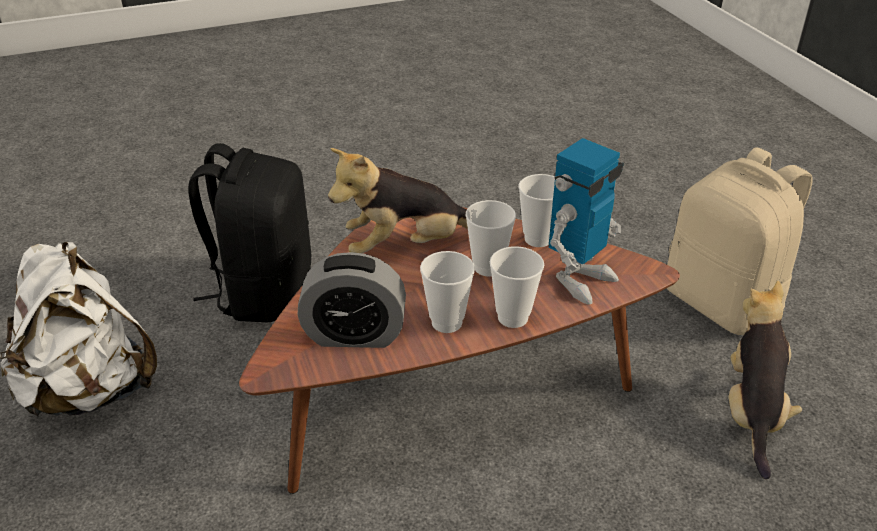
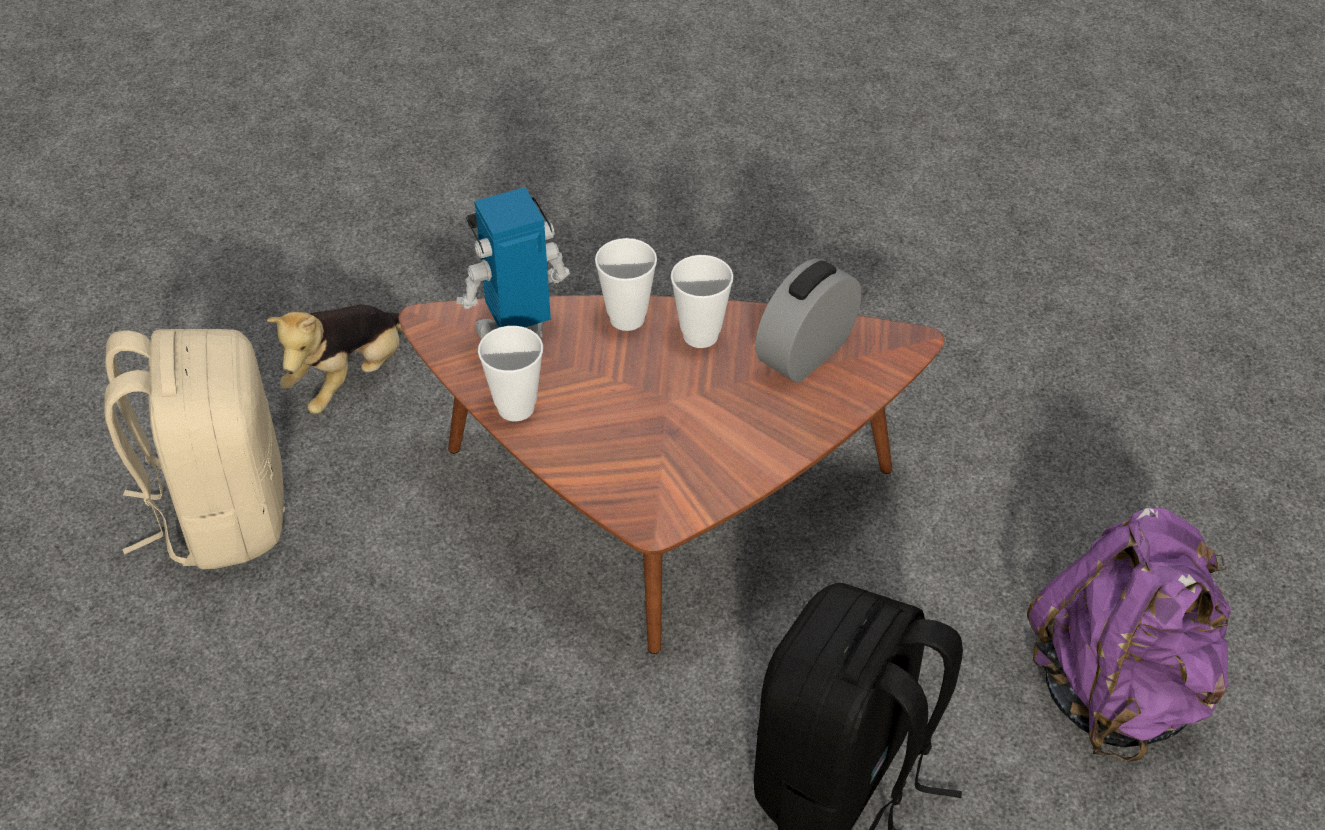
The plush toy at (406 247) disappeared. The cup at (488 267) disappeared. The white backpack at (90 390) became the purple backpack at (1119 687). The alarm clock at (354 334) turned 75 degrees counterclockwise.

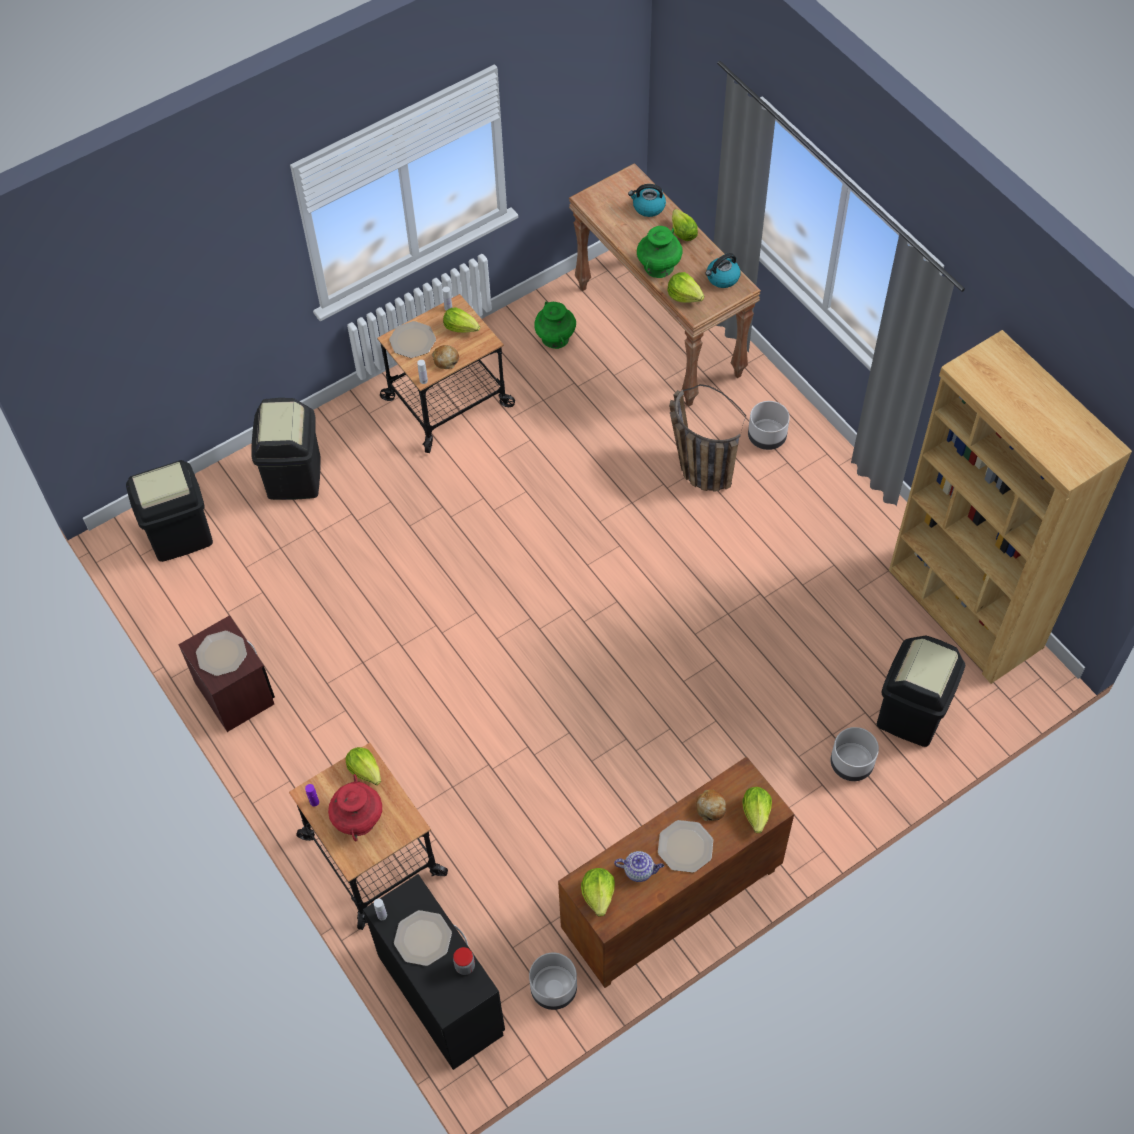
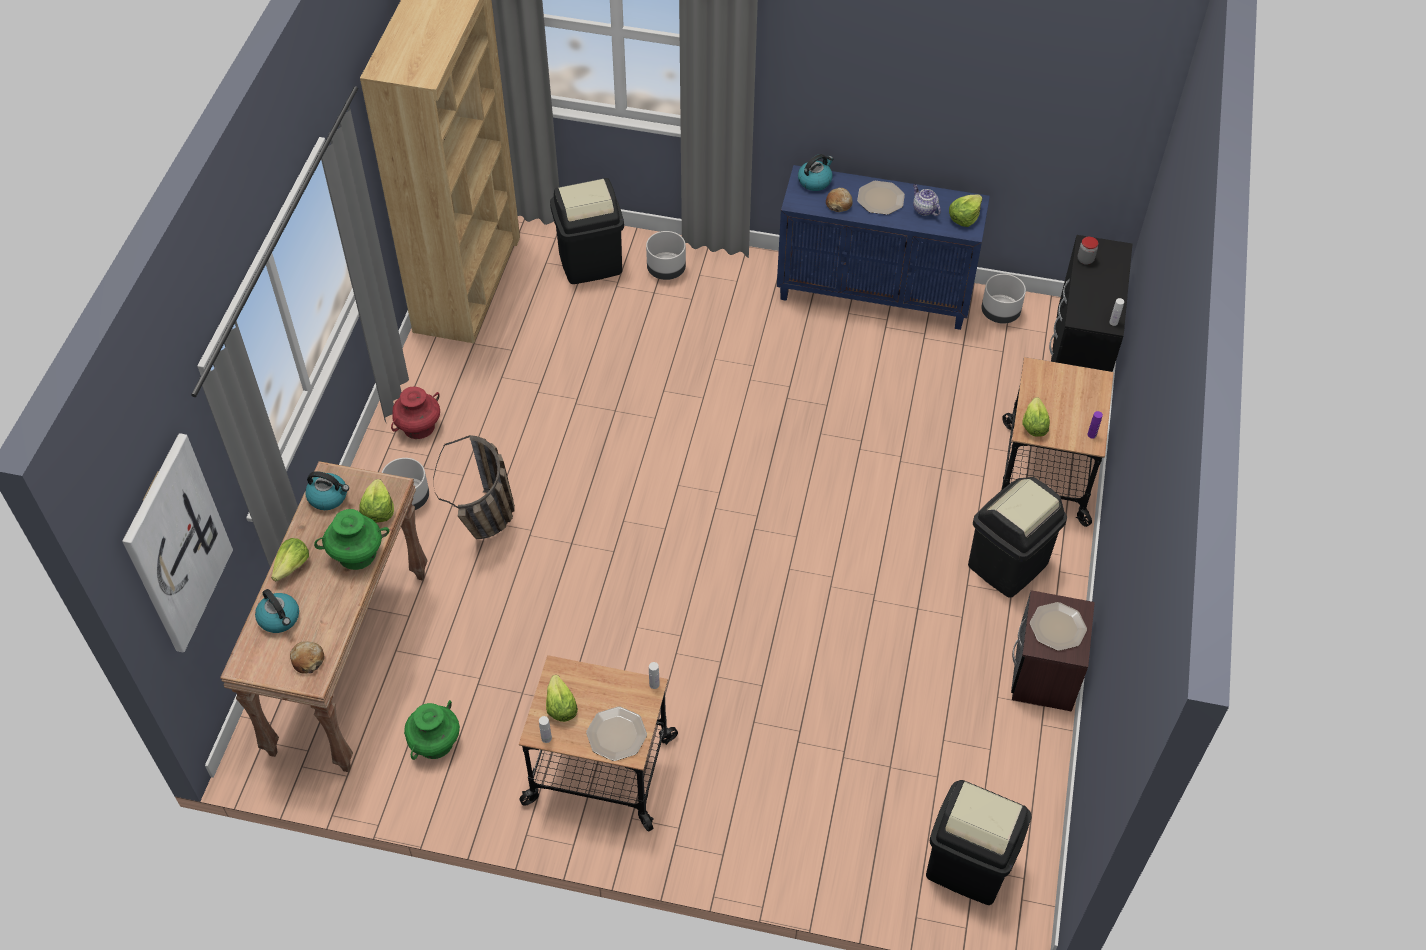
The bread moved from (445 360) to (308 660). The black trash can moved from (293 476) to (1008 565). The brown cabinet at (671 905) became the blue cabinet at (875 294). The red vase moved from (358 819) to (419 427). The lettuce at (756 813) was replaced by the kettle at (815 181). The plate at (422 938) disappeared. The picture at (176 544) appeared.

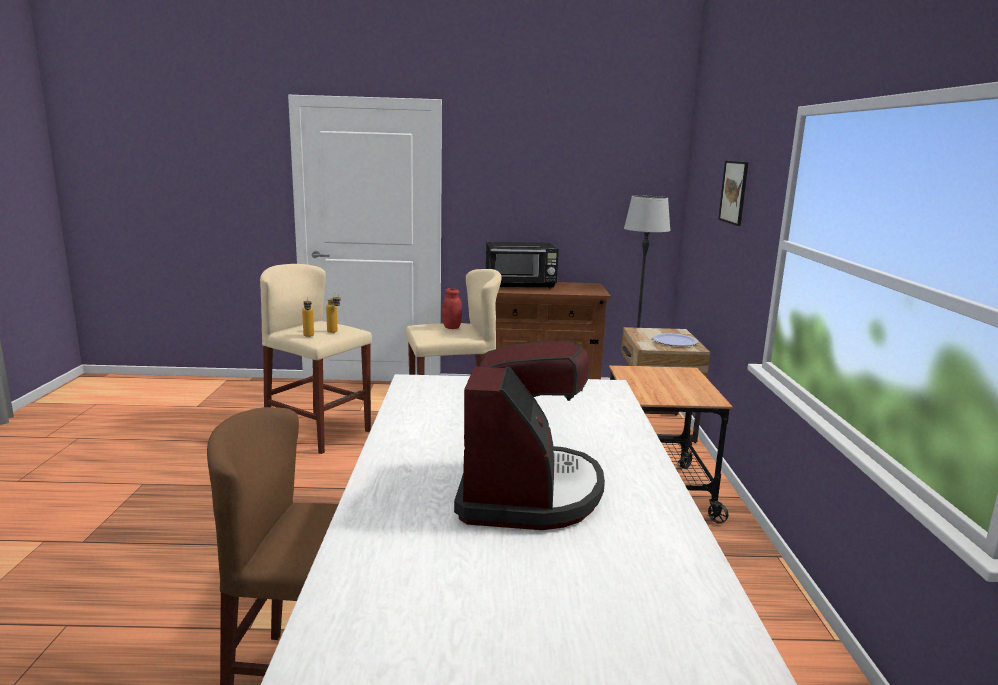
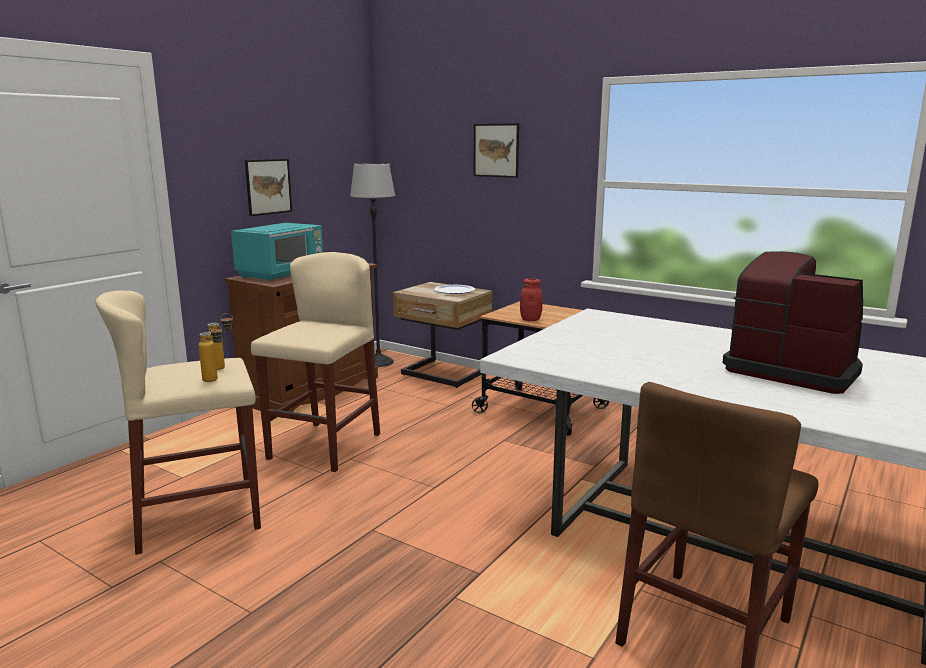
The black microwave at (521 285) became the turquoise microwave at (282 273). The red jar moved from (451 327) to (530 319). The picture at (268 186) appeared.

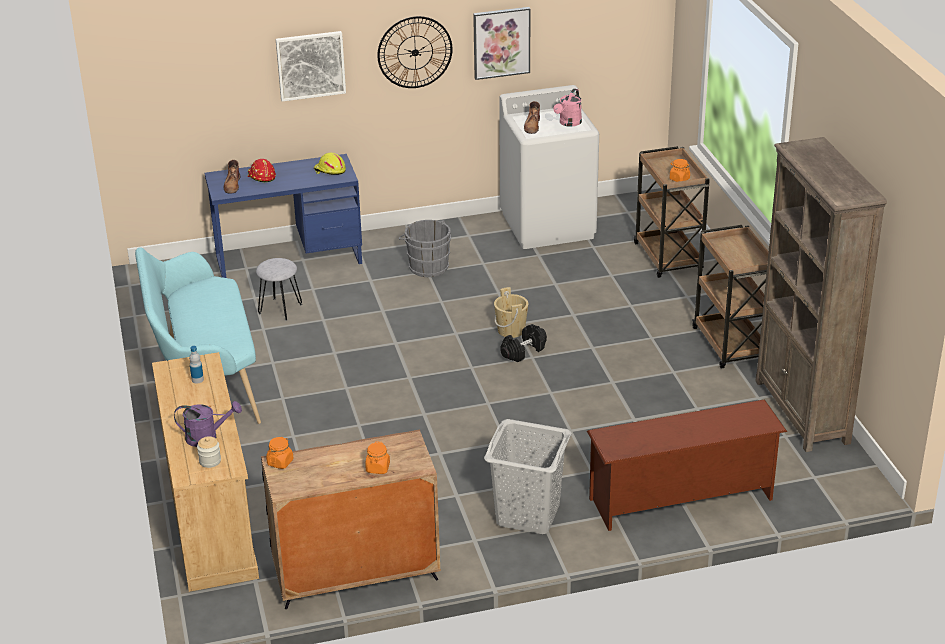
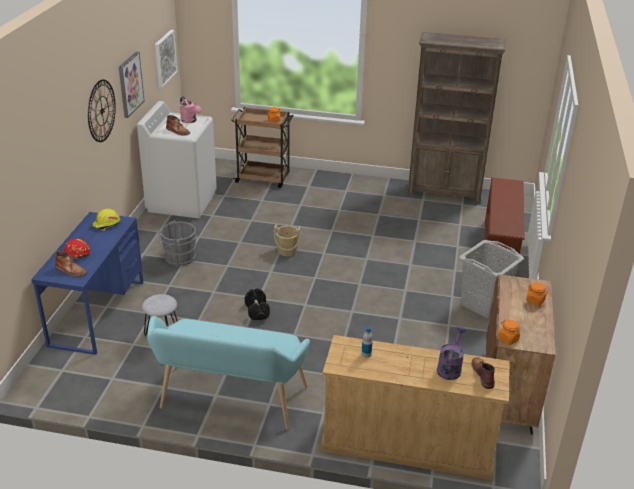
The picture moved from (310 65) to (164 58). The brown cart at (731 345) disappeared. The black dumbbell moved from (523 351) to (257 310). The jar at (210 461) was replaced by the brown boot at (483 374).

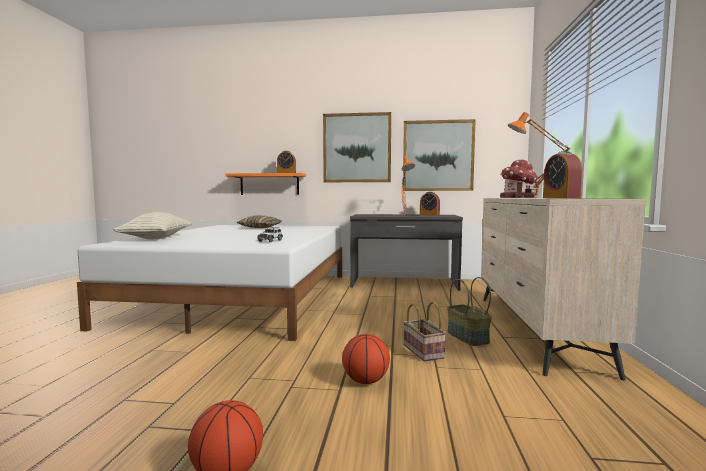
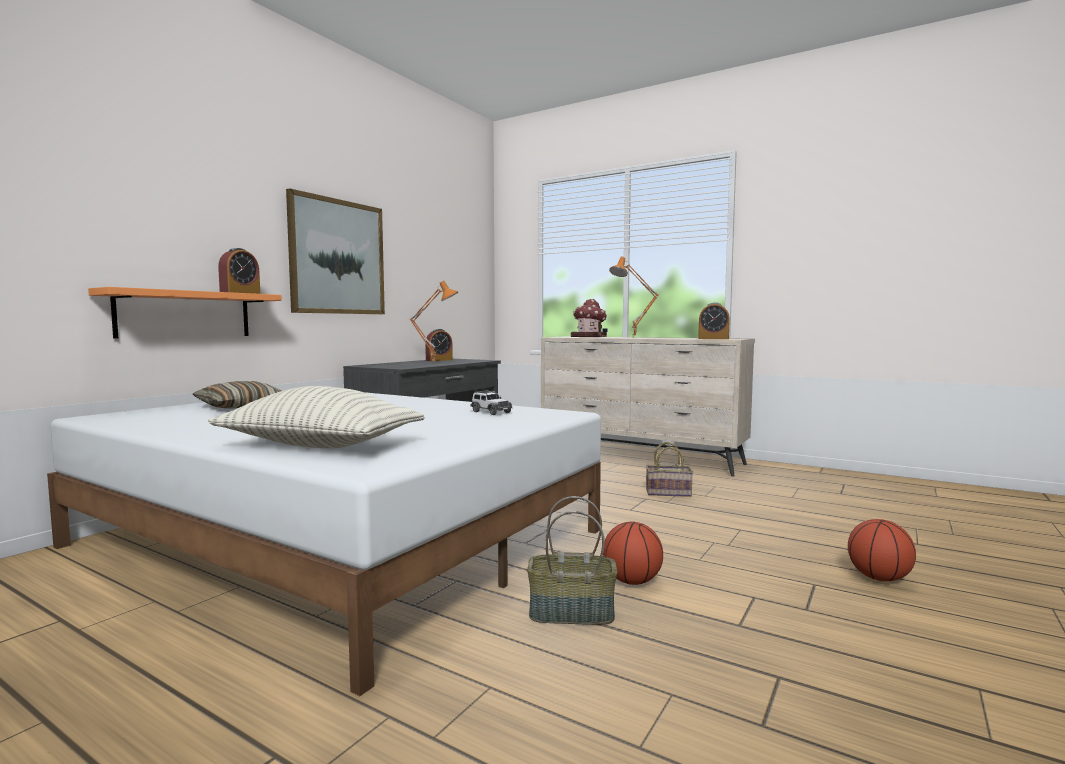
The picture at (438 156) disappeared. The basket moved from (466 337) to (570 613). The basketball moved from (365 381) to (631 581).

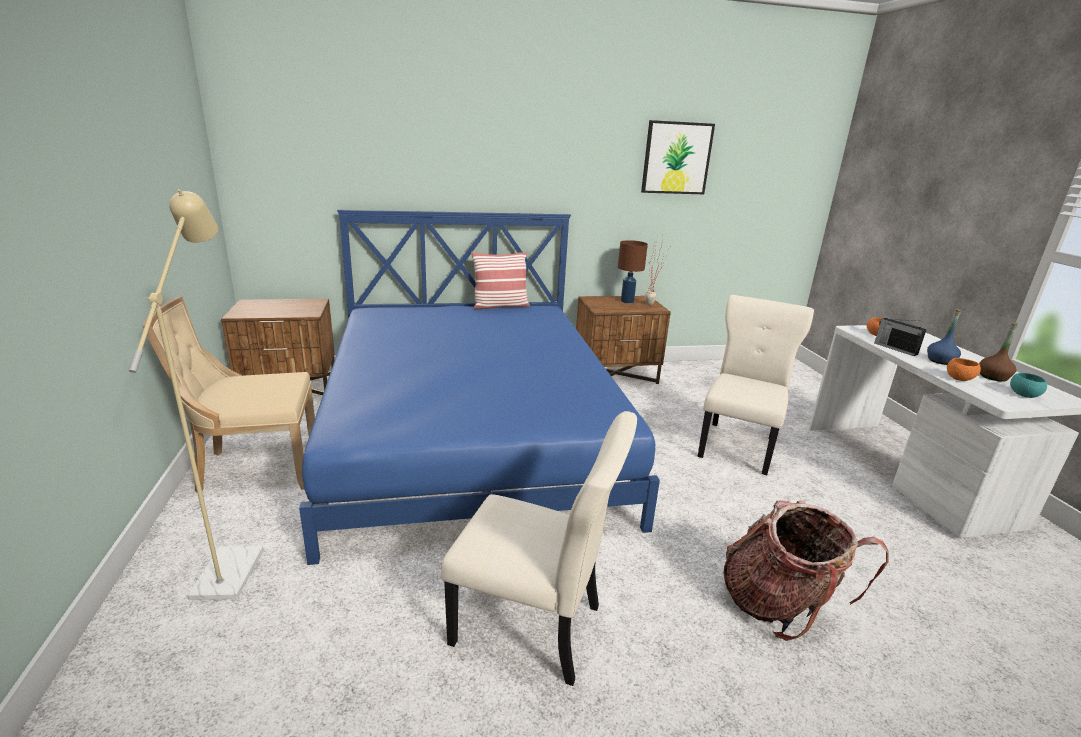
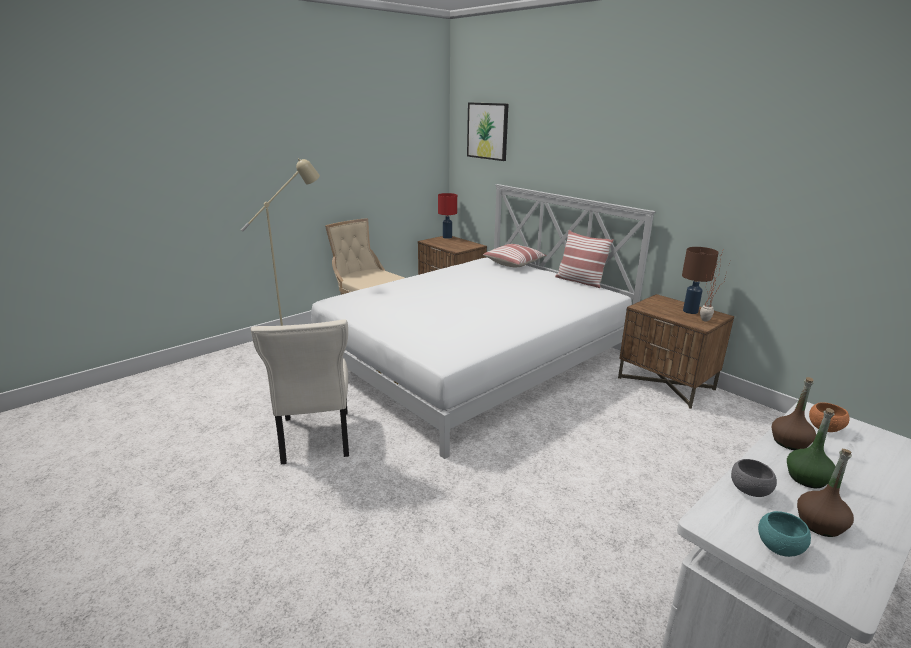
The picture moved from (676 158) to (487 131). The blue bed at (469 435) became the white bed at (475 360). The beige chair at (738 445) disappeared. The blue bottle at (940 361) became the green bottle at (807 478). The radio at (894 348) was replaced by the brown bottle at (790 442). The orange bowl at (959 379) became the grey bowl at (749 491). The backpack at (780 606) disappeared. The red table lamp at (447 237) appeared. The pillow at (514 263) appeared.

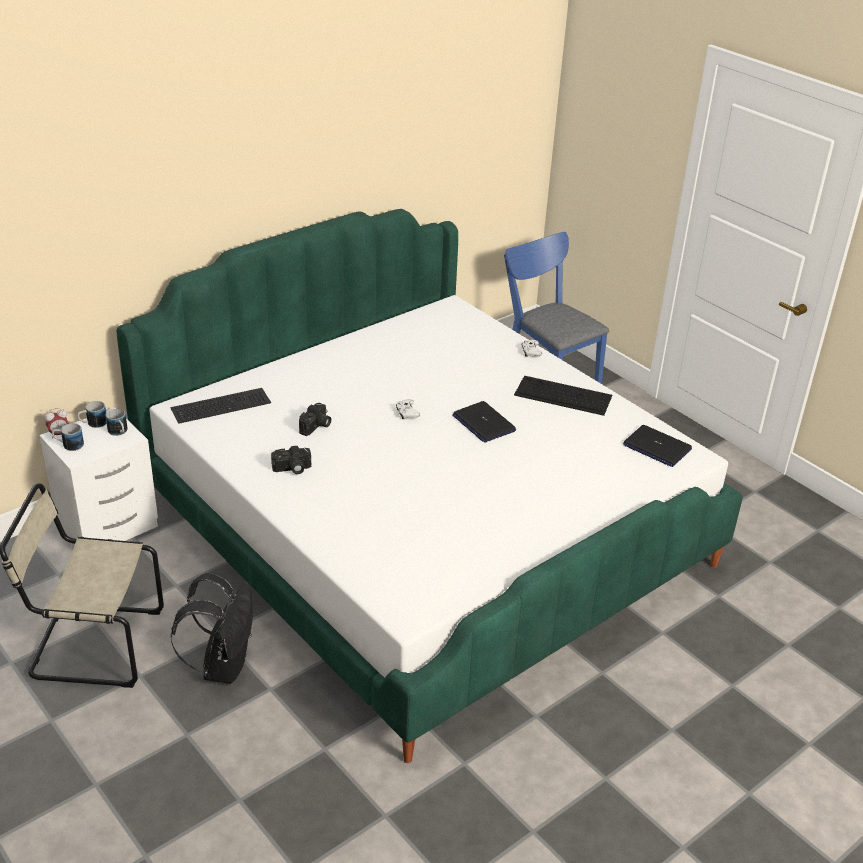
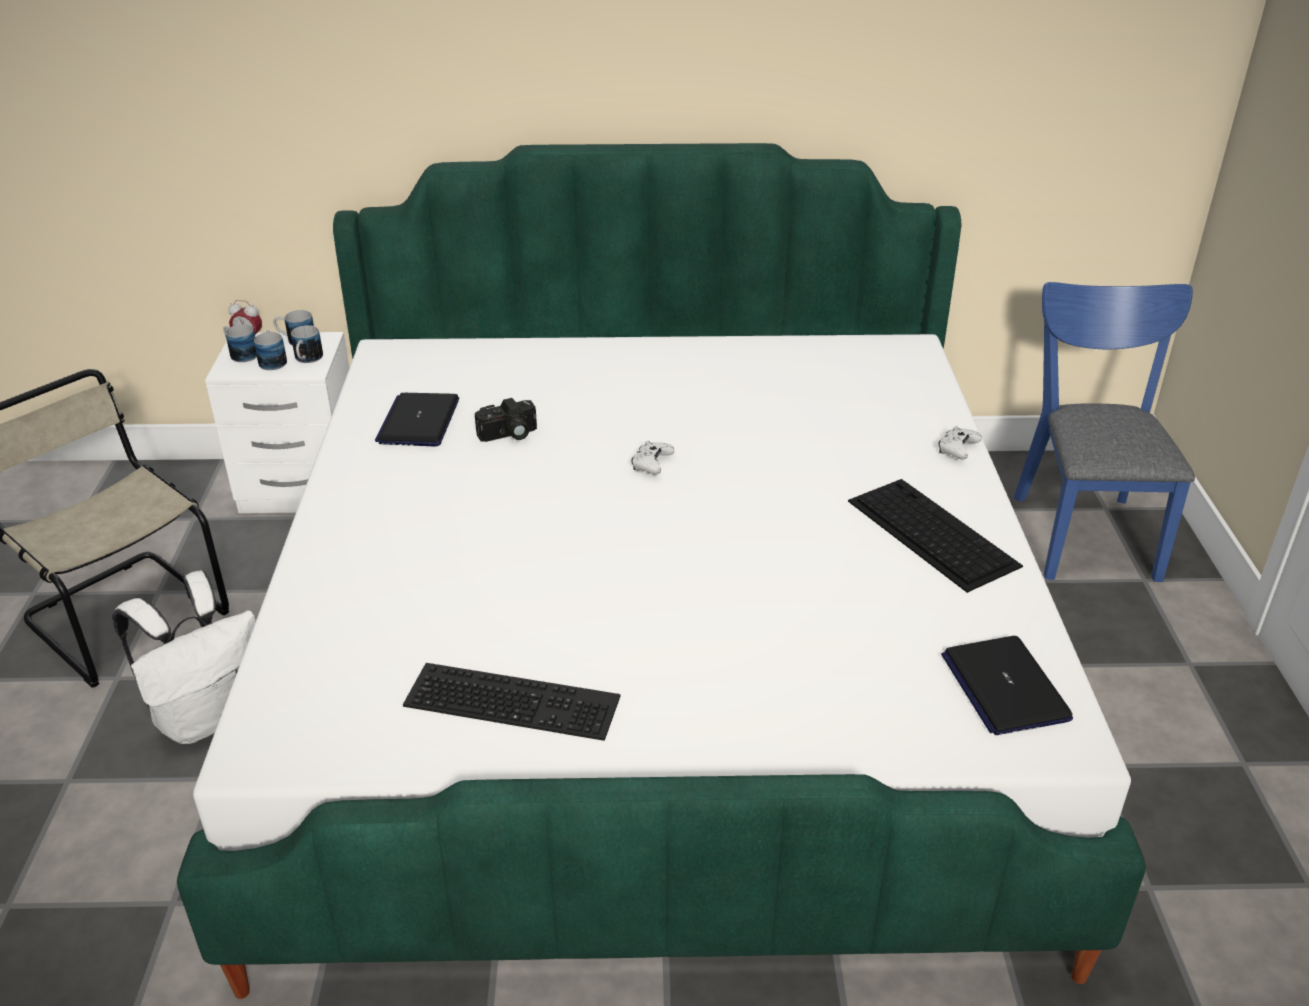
The keyboard moved from (221 404) to (515 698). The laptop moved from (483 423) to (419 421). The photo camera at (292 469) disappeared. The black backpack at (223 665) became the white backpack at (207 716). The mug at (272 360) appeared.

